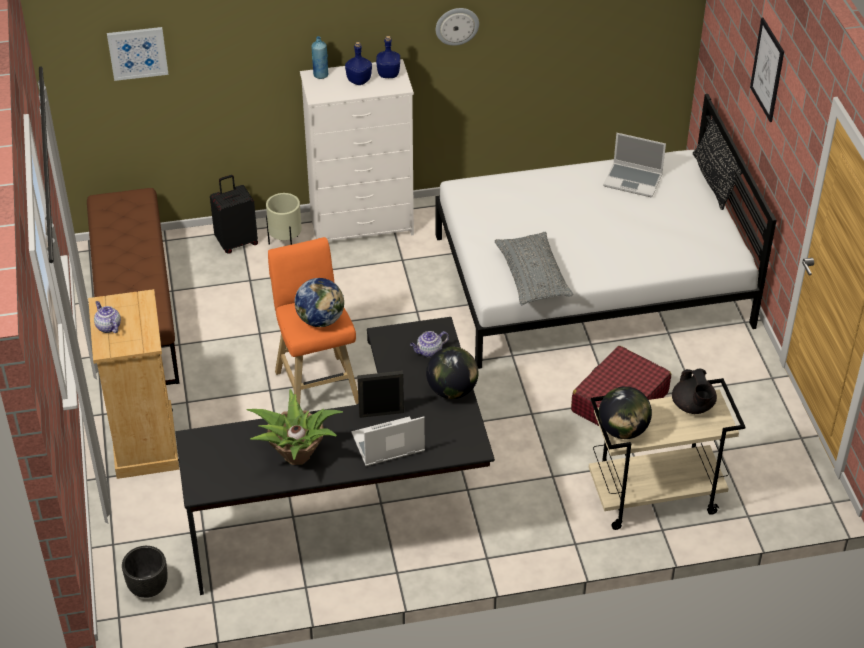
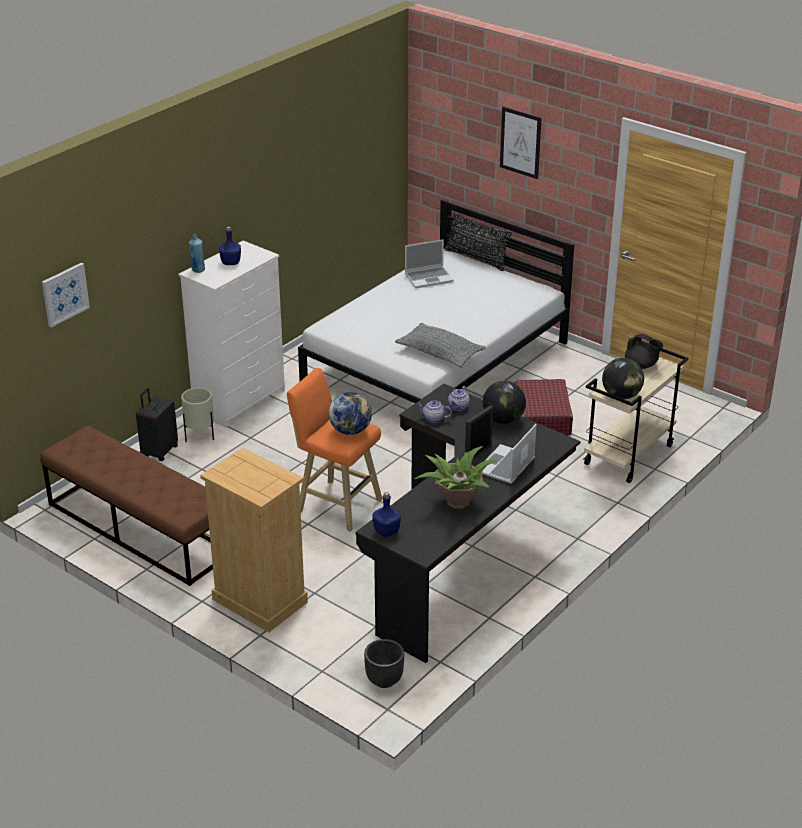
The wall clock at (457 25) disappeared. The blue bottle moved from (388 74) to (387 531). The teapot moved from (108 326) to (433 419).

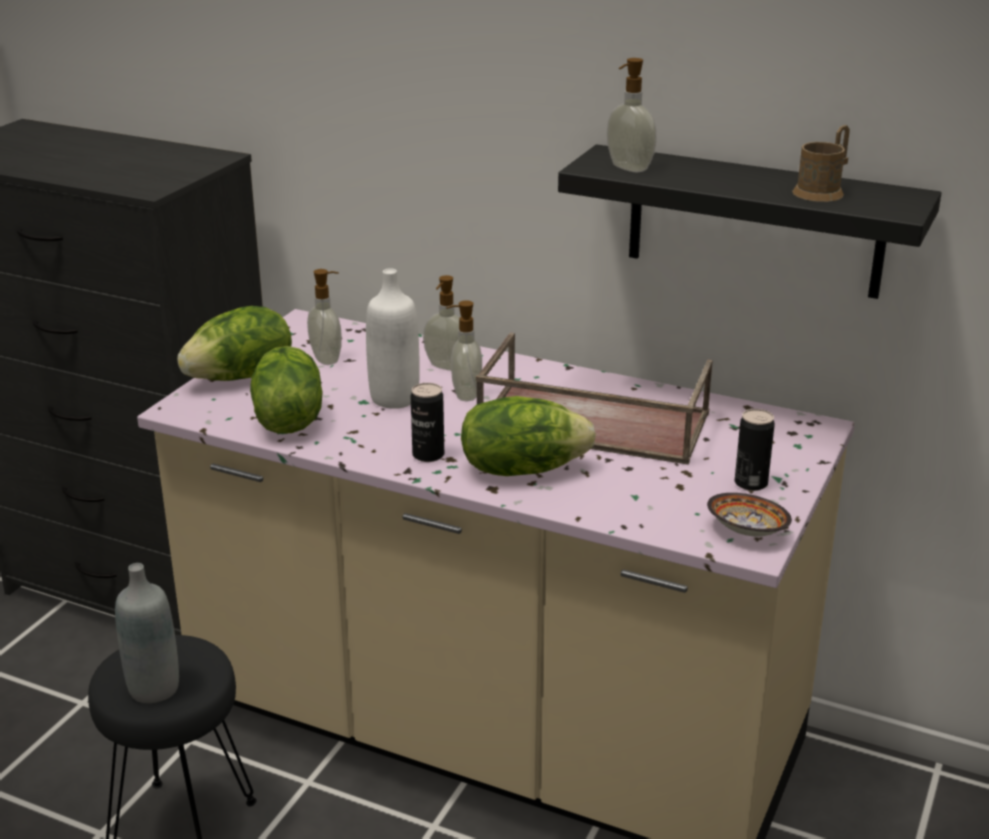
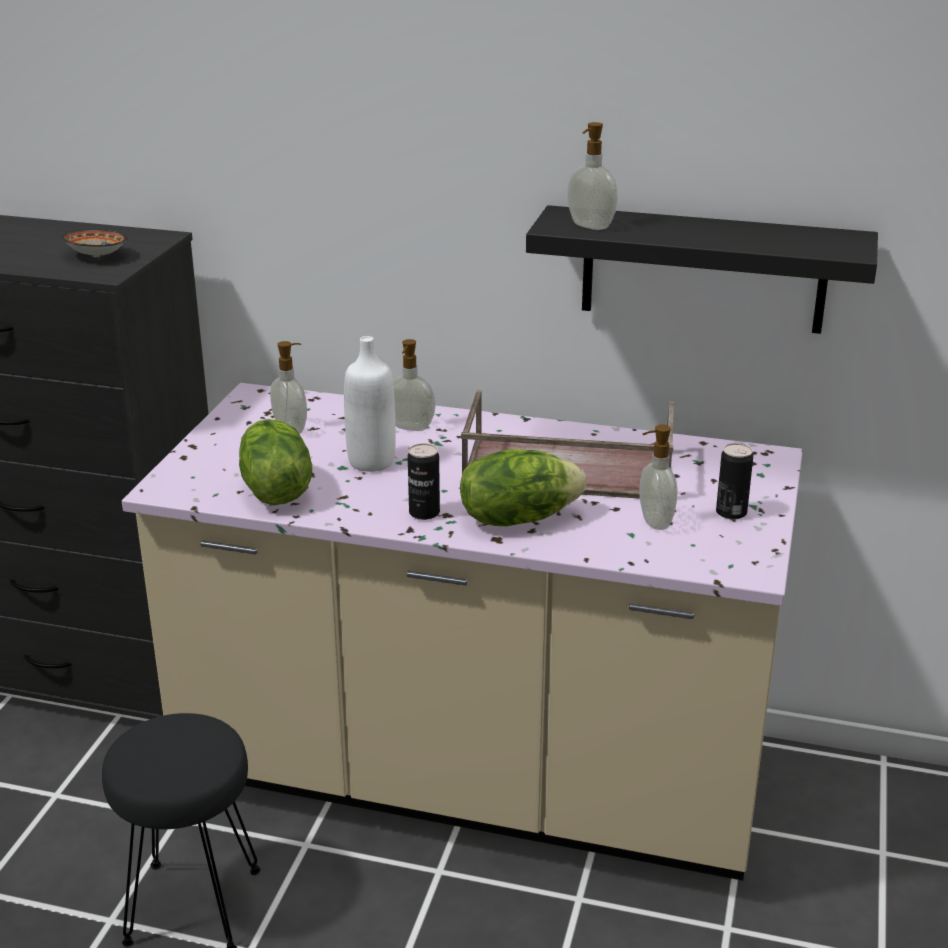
The brown mug at (822 191) disappeared. The soap dispenser moved from (465 394) to (654 522). The lettuce at (241 376) disappeared. The bowl moved from (747 531) to (96 256). The grey bottle at (154 688) disappeared.

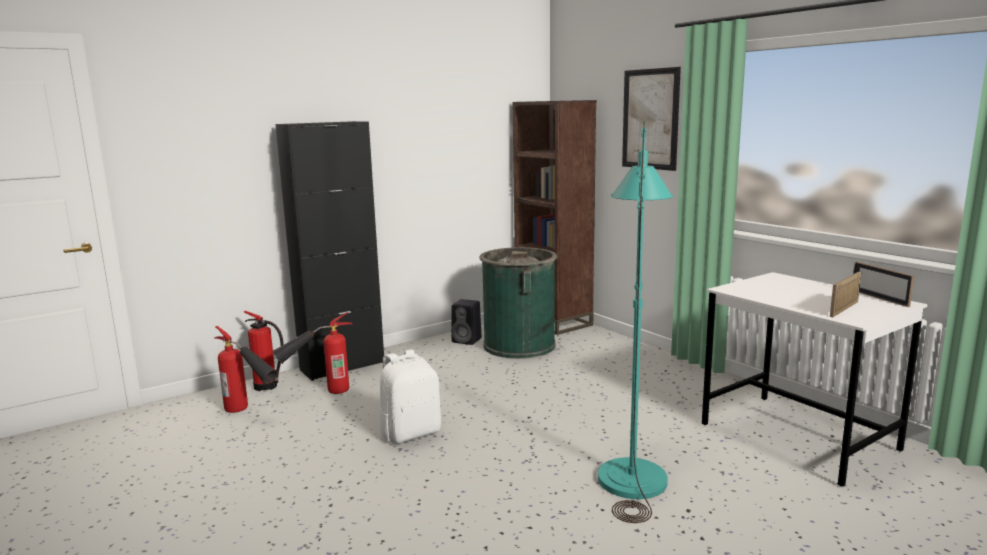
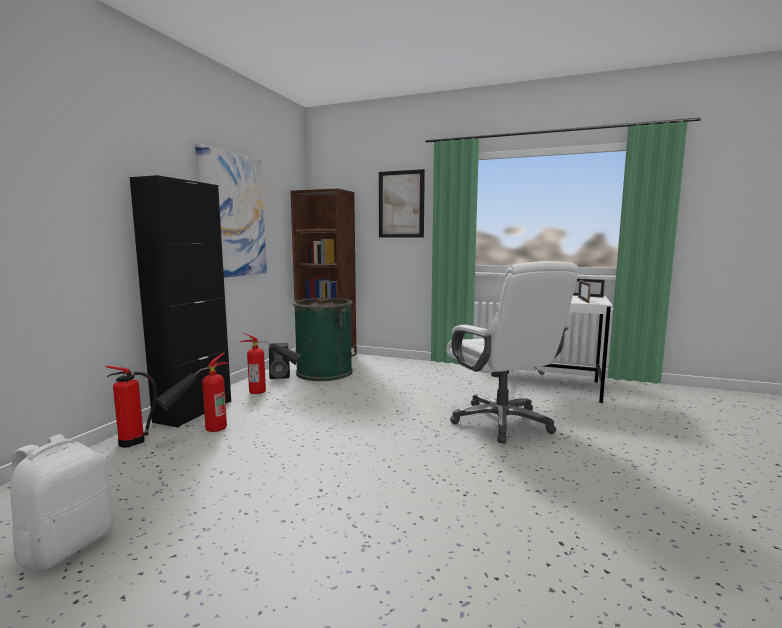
The turquoise floor lamp at (632 469) was replaced by the white office chair at (502 422). The fire extinguisher moved from (250 412) to (272 391). The white backpack moved from (411 433) to (67 546). The picture at (233 215) appeared.

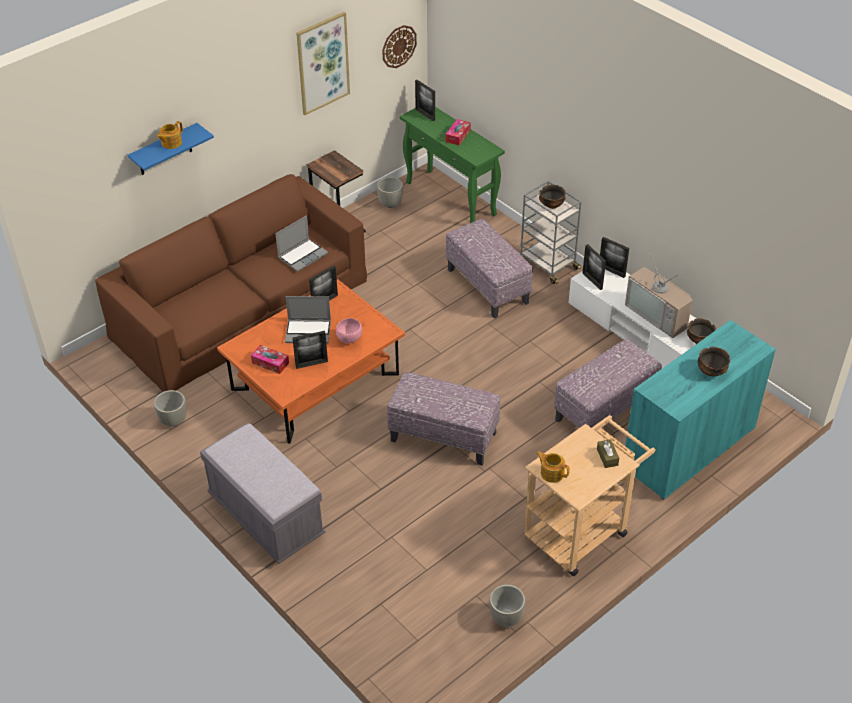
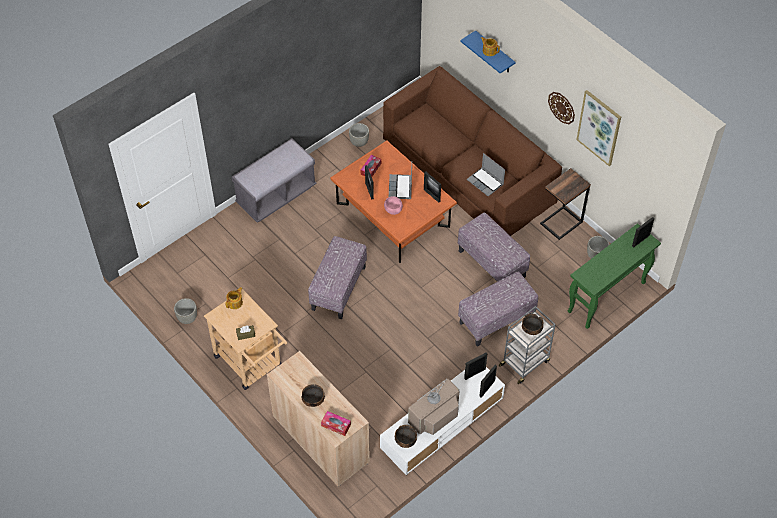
The wall clock moved from (399 46) to (561 107). The tissue box moved from (458 136) to (336 425). The turquoise cabinet at (688 448) became the beige cabinet at (321 439). The ottoman moved from (605 411) to (491 263).

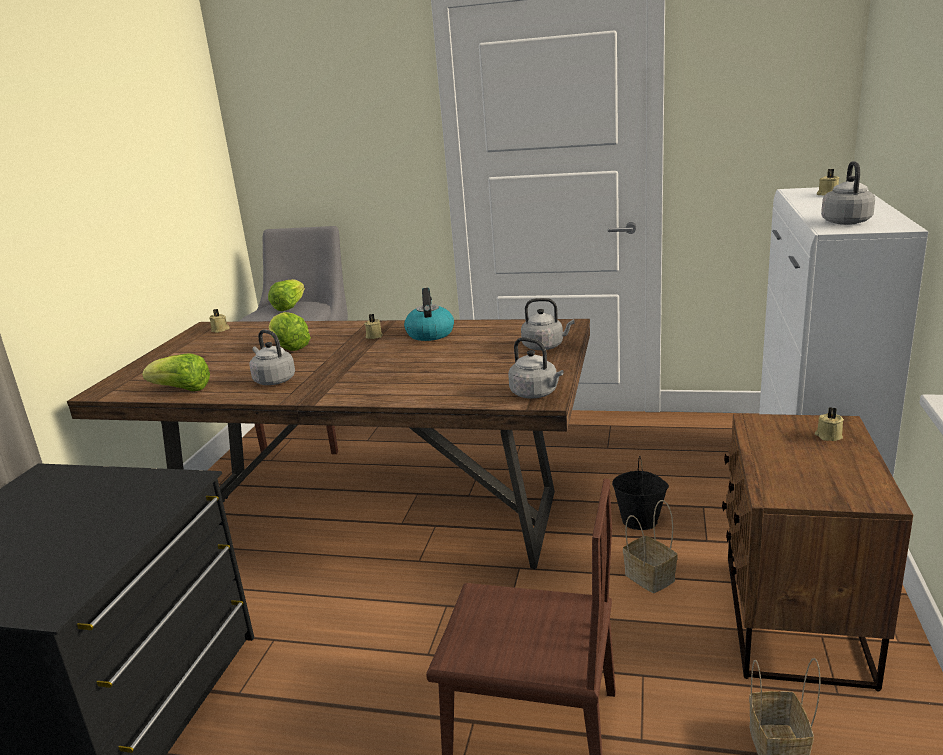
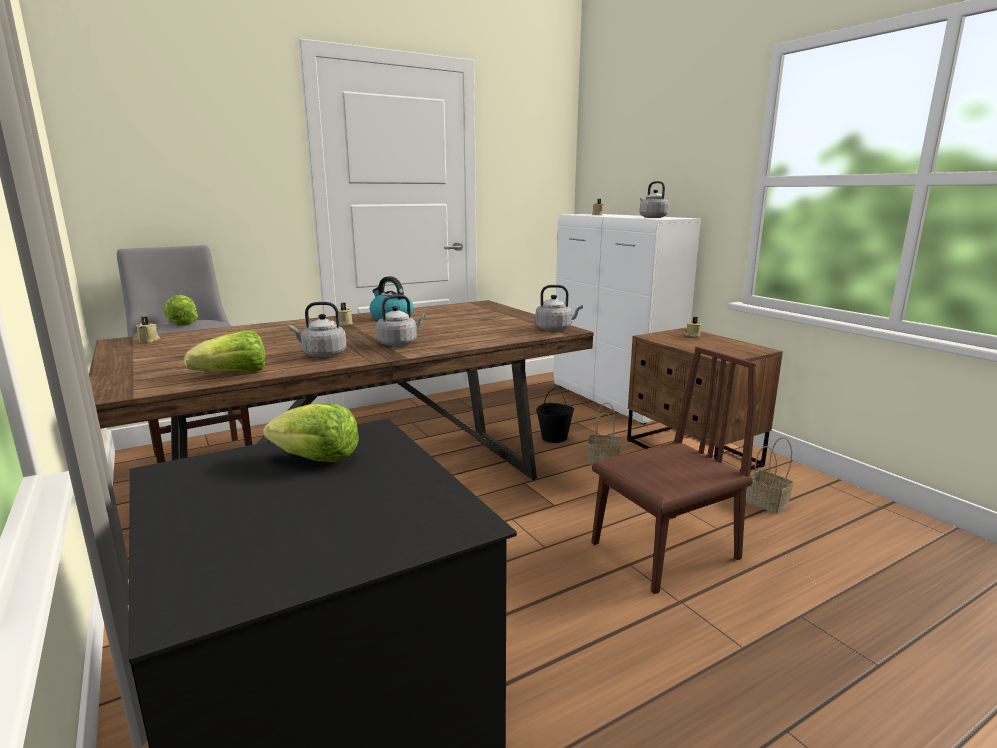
The grey kettle moved from (545 346) to (399 343). The lettuce moved from (289 347) to (317 459).

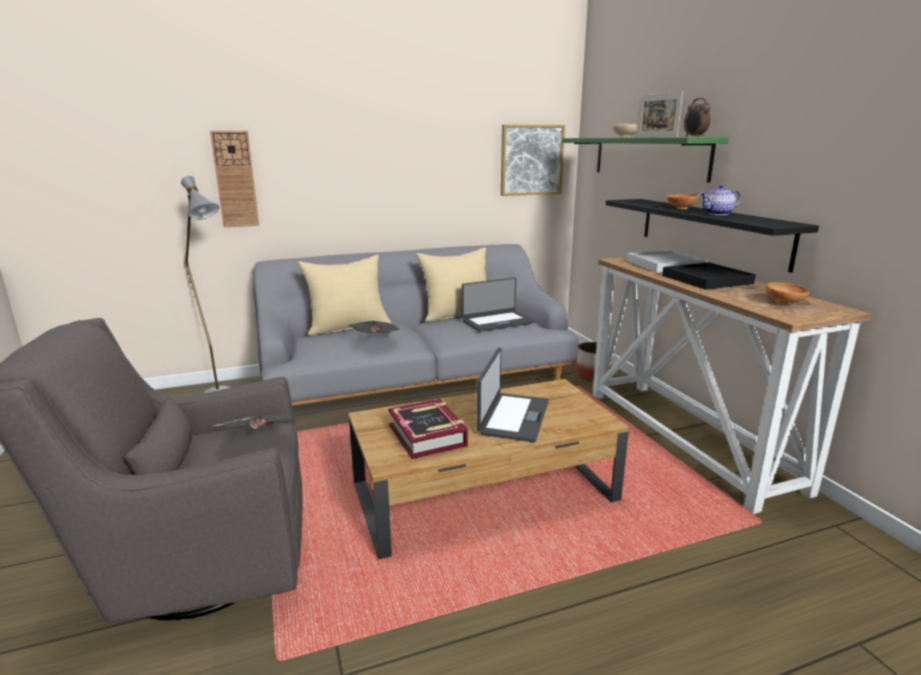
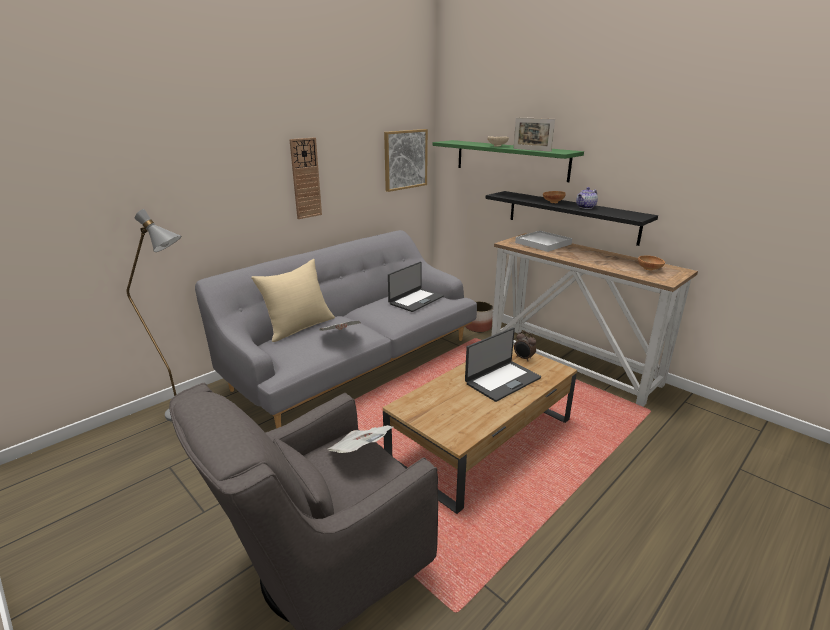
The alarm clock moved from (694 137) to (523 358). The wall clock moved from (235 179) to (305 178). The beige pillow at (458 314) disappeared. The black tray at (706 279) disappeared. The laptop at (513 417) turned 60 degrees clockwise. The book at (428 435) disappeared.

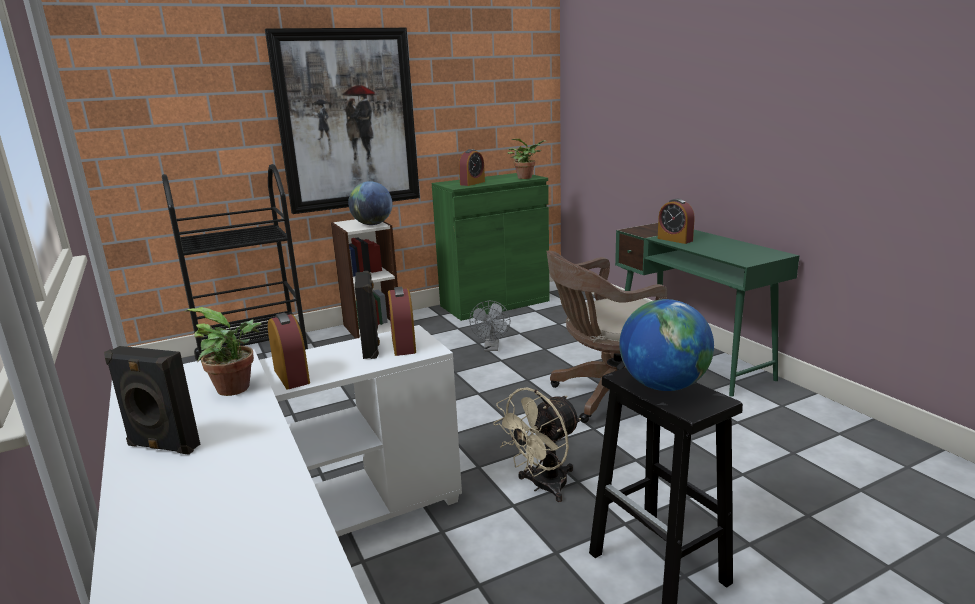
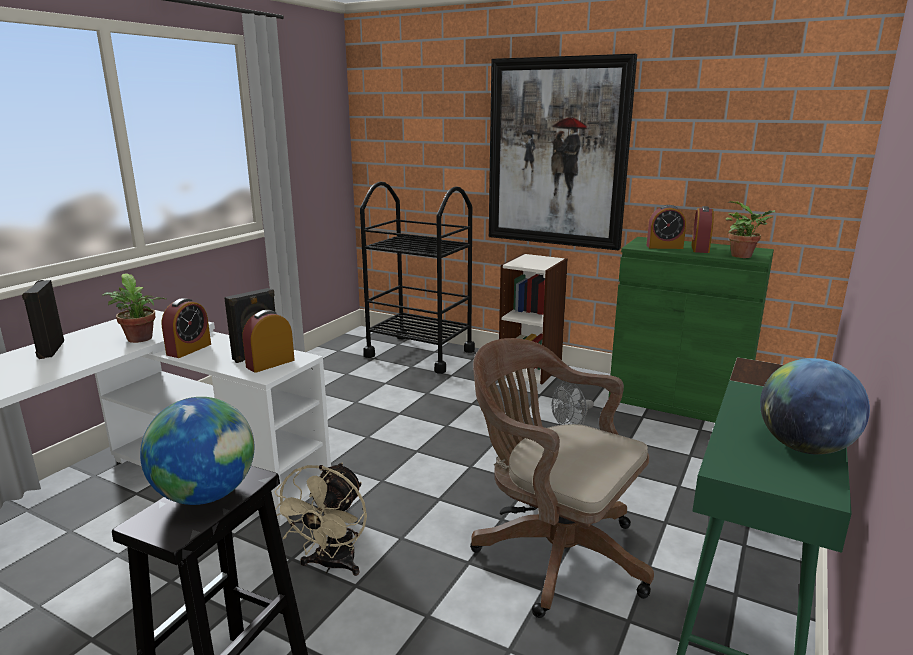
The globe moved from (372 224) to (804 447). The alarm clock moved from (675 239) to (700 249). The beige fan at (542 487) turned 90 degrees counterclockwise.

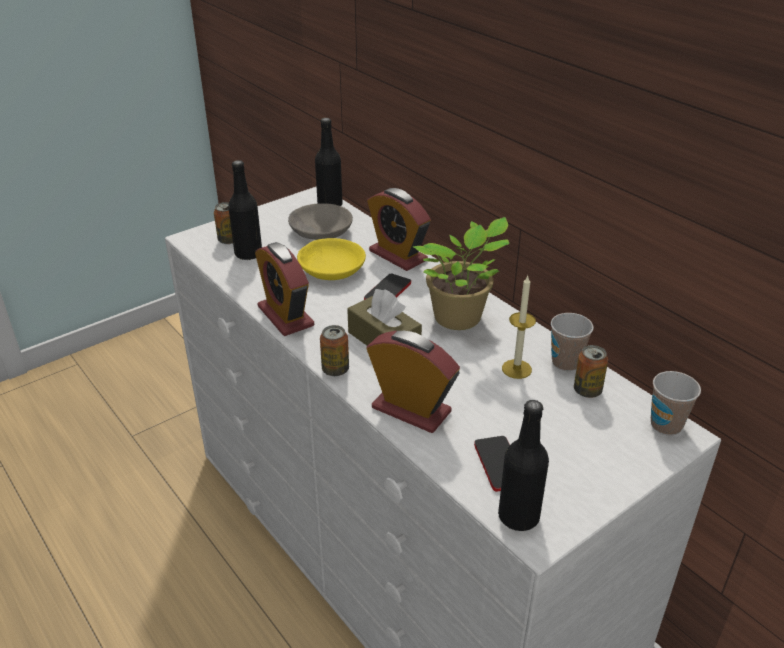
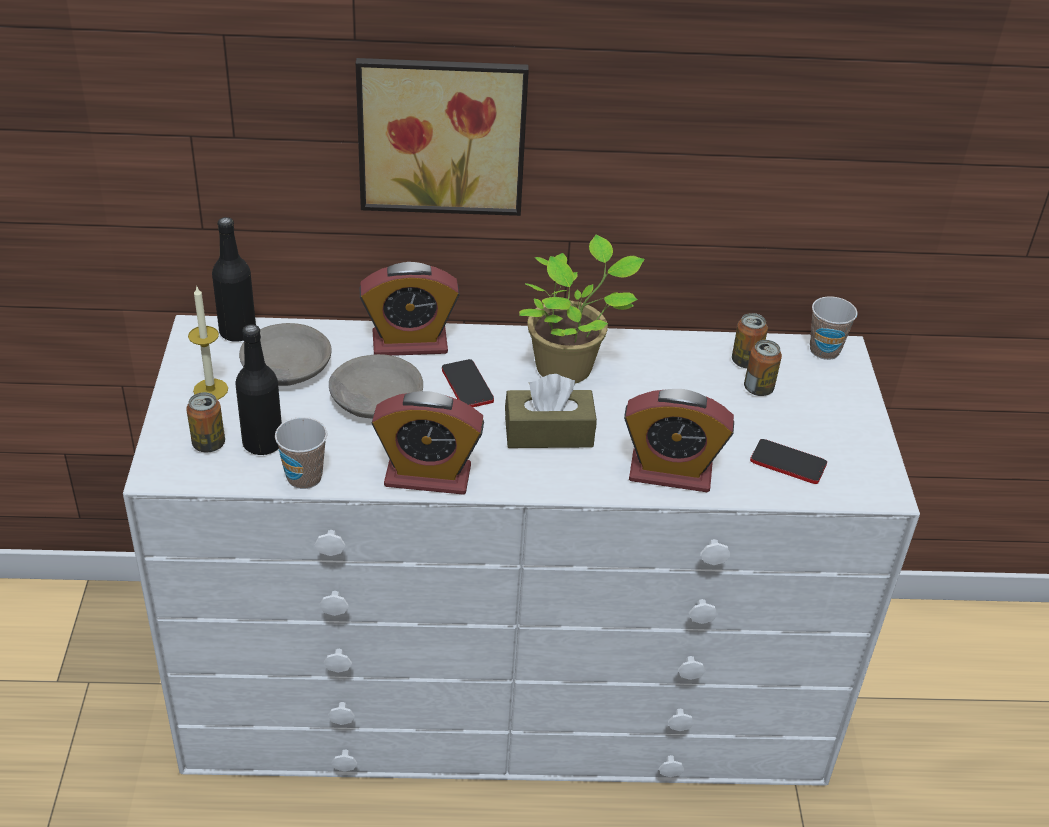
The yellow bowl at (331 268) became the grey bowl at (375 399). The candle moved from (516 369) to (210 390). The cup moved from (566 363) to (304 477). The can moved from (335 370) to (758 388). The alarm clock at (411 410) turned 150 degrees counterclockwise. The black bottle at (518 516) disappeared. The picture at (442 133) appeared.

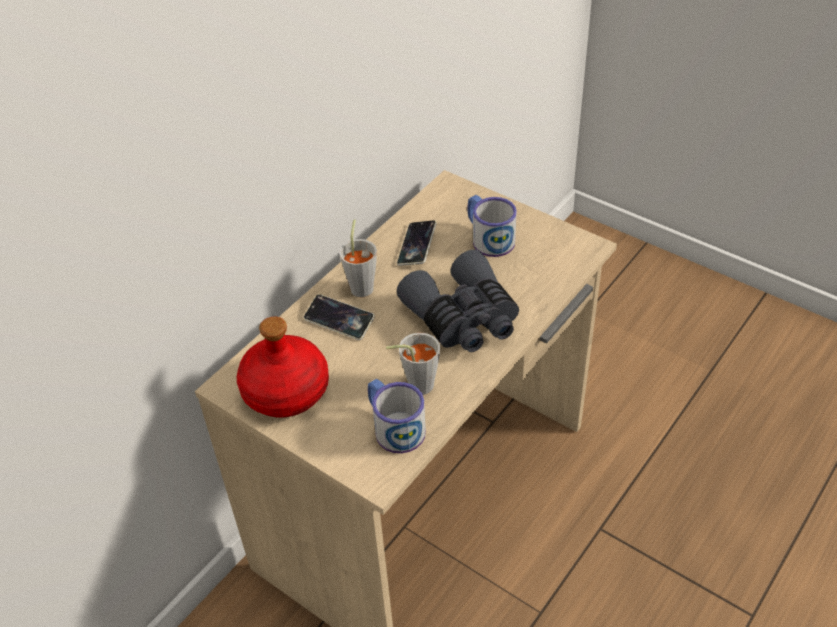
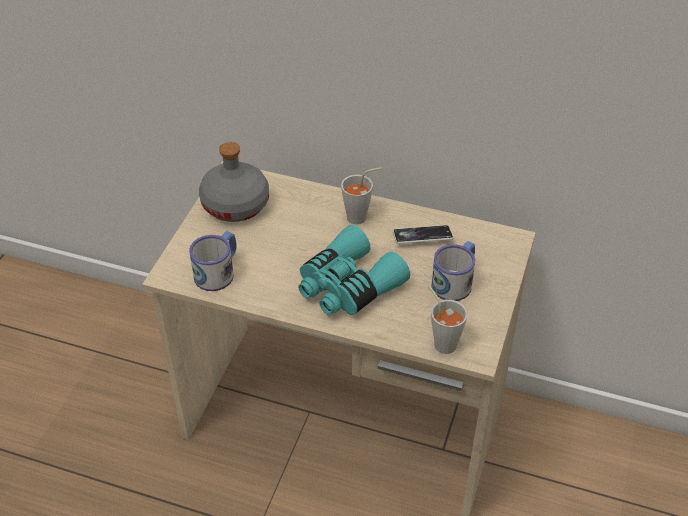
The grey binoculars at (463 318) became the turquoise binoculars at (347 286). The phone at (339 320) disappeared. The red bottle at (285 390) became the grey bottle at (236 204). The grey cup moved from (415 386) to (442 341).

